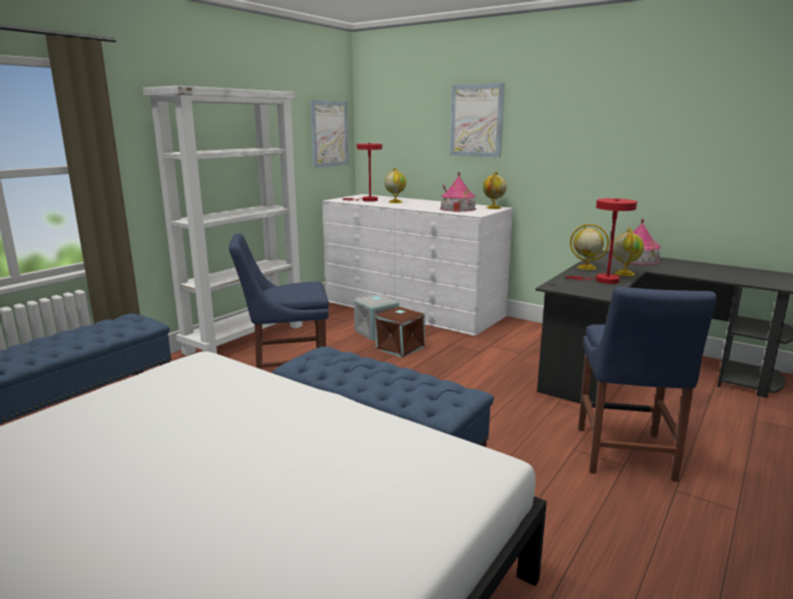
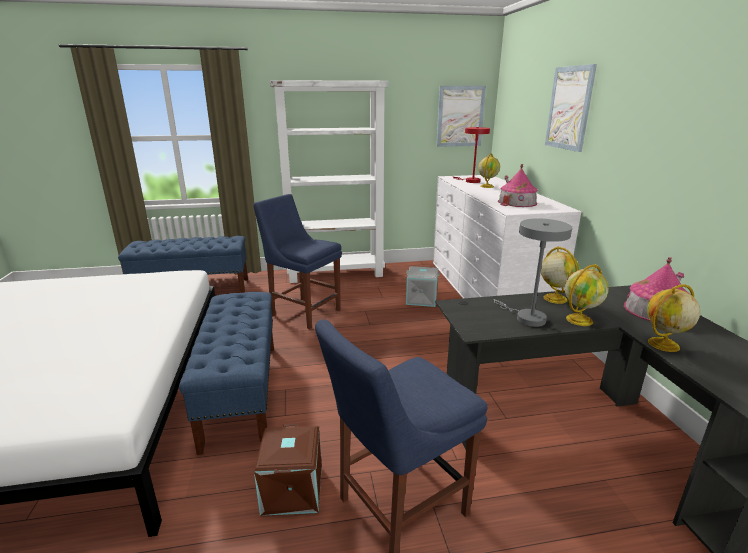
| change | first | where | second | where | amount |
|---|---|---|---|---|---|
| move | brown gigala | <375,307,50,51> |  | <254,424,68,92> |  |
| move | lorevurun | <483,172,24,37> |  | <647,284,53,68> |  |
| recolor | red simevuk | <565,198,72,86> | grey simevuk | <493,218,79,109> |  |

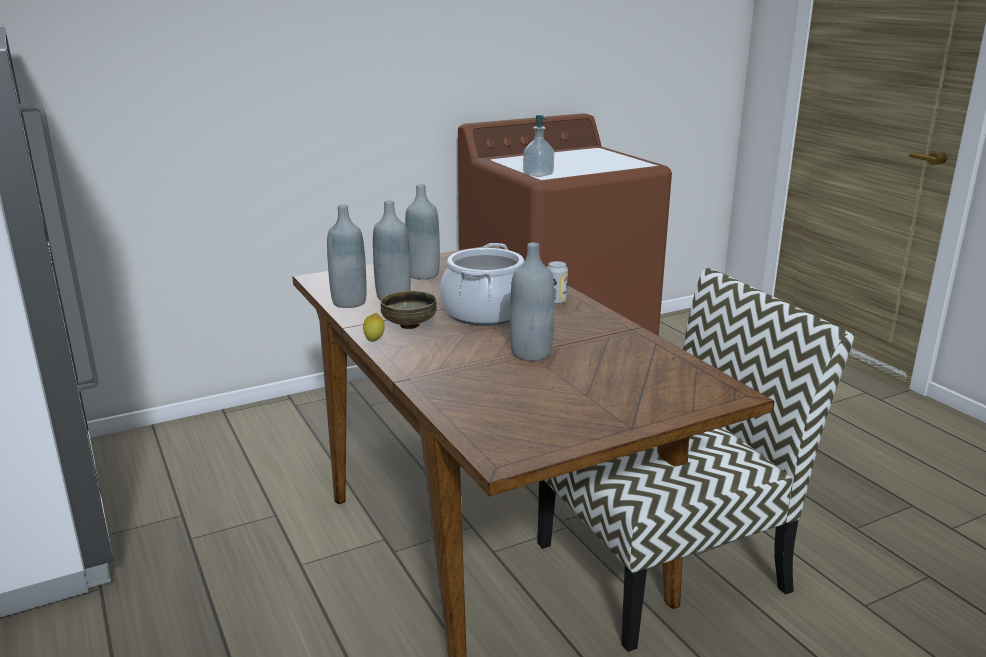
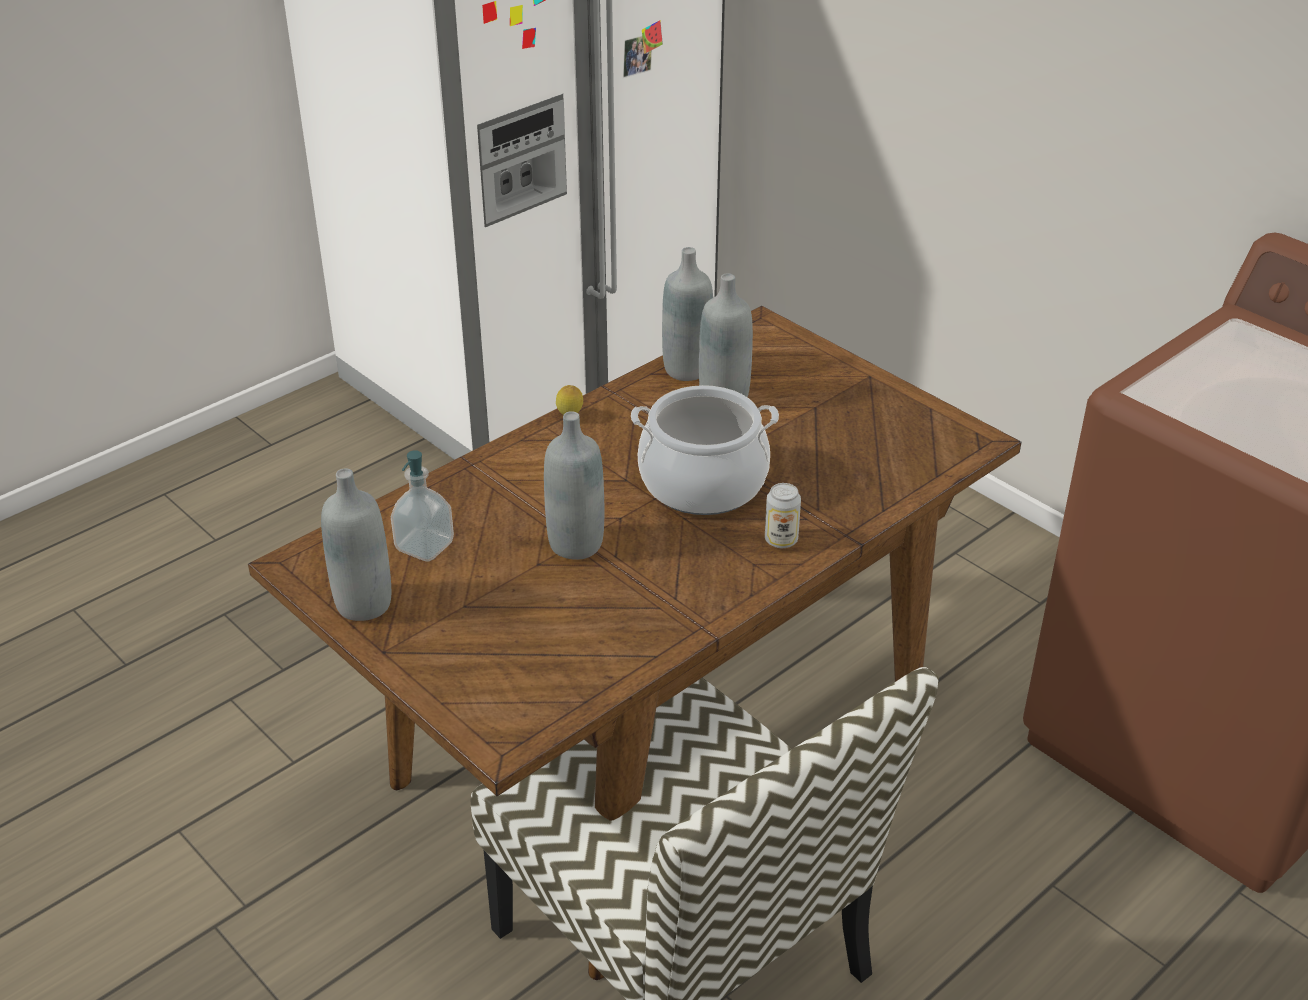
| change | first | where | second | where | amount |
|---|---|---|---|---|---|
| delete | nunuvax | <381,291,56,38> |  |  |  |
| move | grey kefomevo | <405,184,35,96> |  | <321,468,70,153> |  |
| move | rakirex | <523,115,31,62> |  | <391,450,63,112> |  |

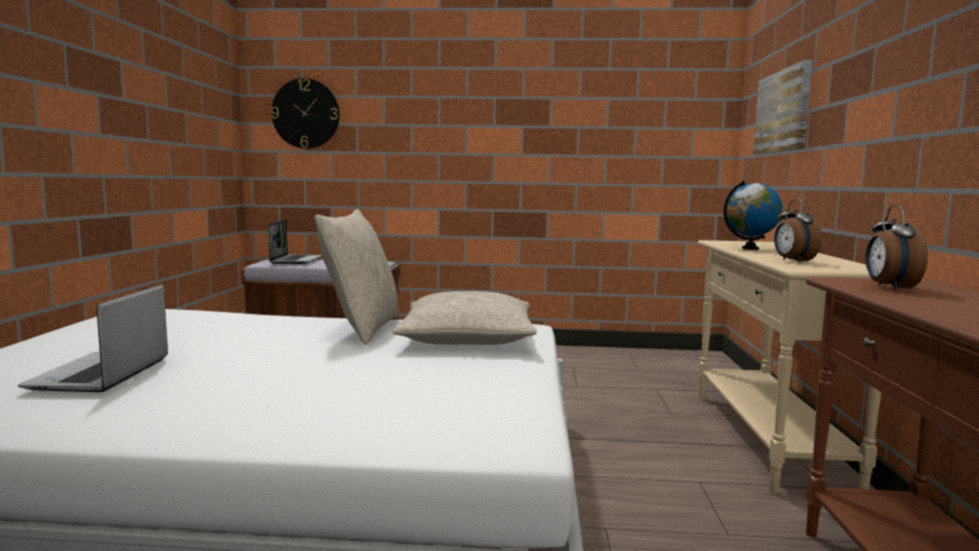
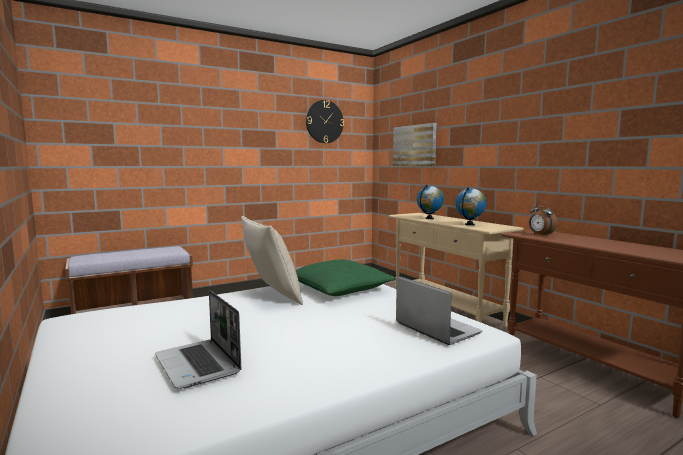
| change | first | where | second | where | amount |
|---|---|---|---|---|---|
| move | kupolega | <268,220,54,44> |  | <396,276,86,69> |  |
| move | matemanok | <271,78,69,71> |  | <306,100,38,43> |  |
| recolor | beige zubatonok | <393,291,144,54> | green zubatonok | <295,259,100,37> |  |
| replace | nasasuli | <774,199,48,64> | lorevurun | <456,187,30,39> |  |

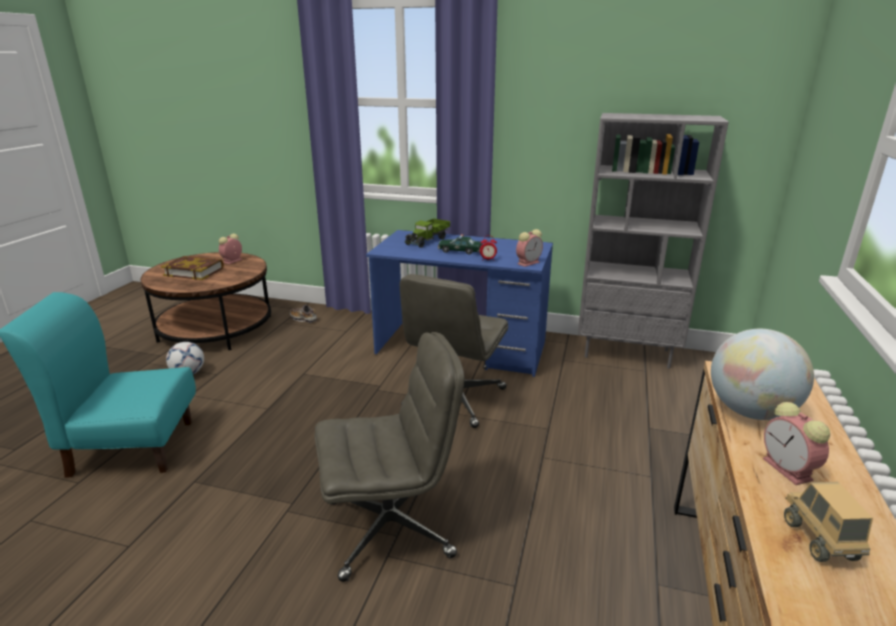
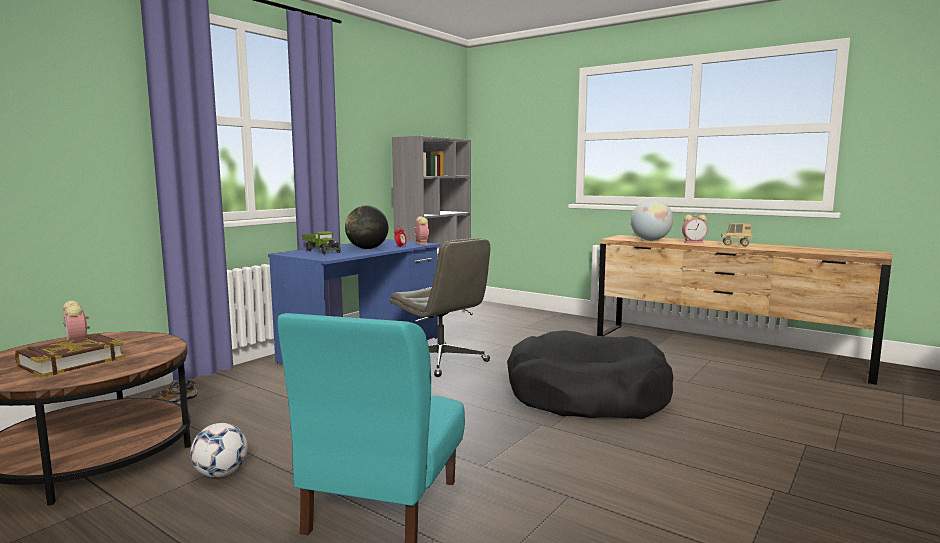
| change | first | where | second | where | amount |
|---|---|---|---|---|---|
| replace | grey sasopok | <315,332,149,250> | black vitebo | <507,330,166,89> |  |
| replace | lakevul | <438,234,44,20> | lorevurun | <345,205,43,44> |  |

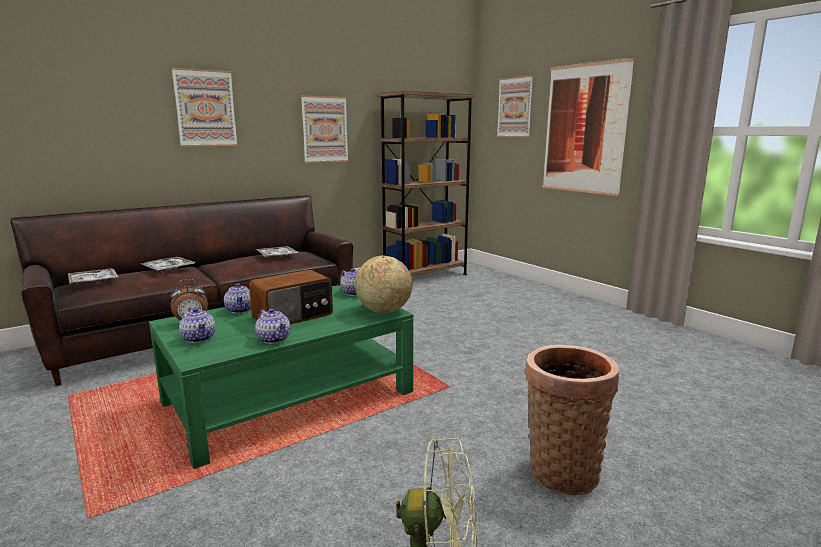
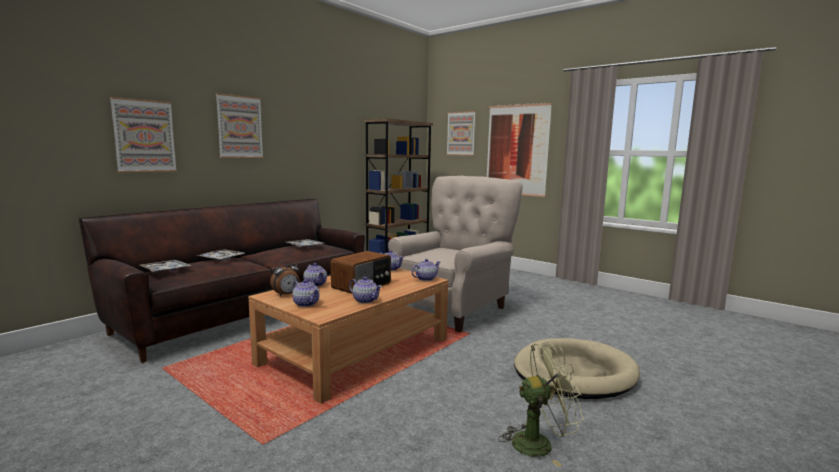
| change | first | where | second | where | amount |
|---|---|---|---|---|---|
| recolor | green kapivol | <149,285,265,184> | brown kapivol | <248,268,200,136> |  |
| move | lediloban | <301,95,48,68> |  | <110,97,67,76> |  |
| replace | lorevurun | <355,256,57,57> | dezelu | <411,259,29,22> |  |
| replace | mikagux | <525,345,94,150> | beige vitebo | <514,338,126,61> |  |
| insert |  |  | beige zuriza | <388,176,135,156> |  |

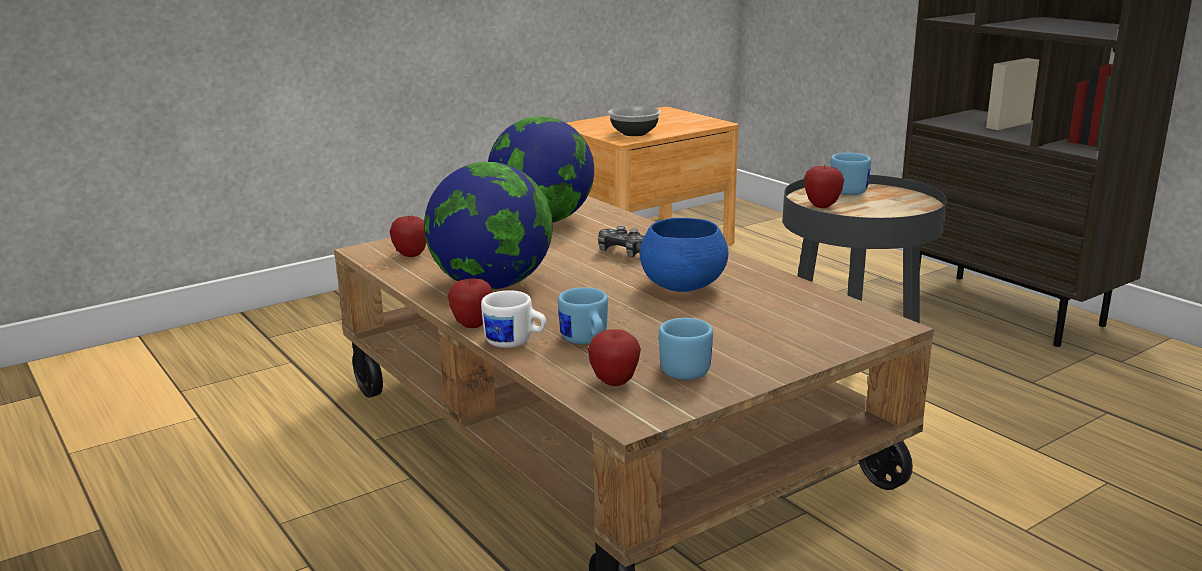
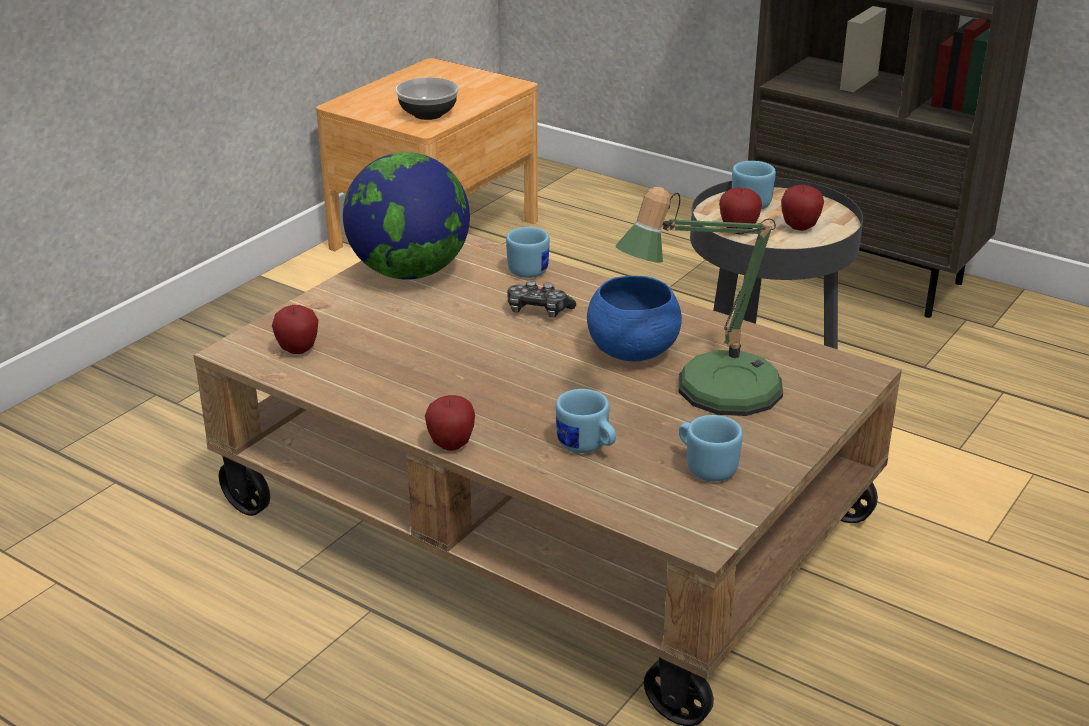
| change | first | where | second | where | amount |
|---|---|---|---|---|---|
| delete | lorevurun | <424,162,129,128> |  |  |  |
| delete | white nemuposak | <481,290,66,58> |  |  |  |
| move | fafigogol | <588,329,53,57> |  | <781,185,43,46> |  |
| insert |  |  | blue nemuposak | <506,227,44,51> |  |
| insert |  |  | simevuk | <616,187,167,229> |  |

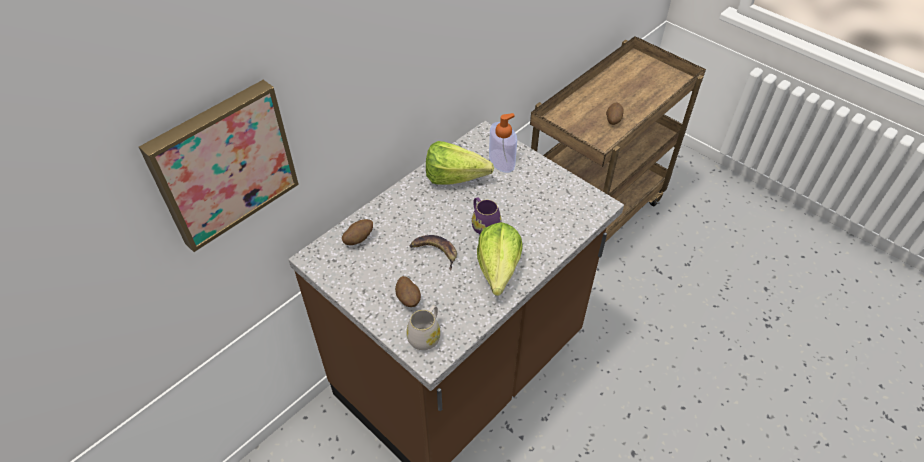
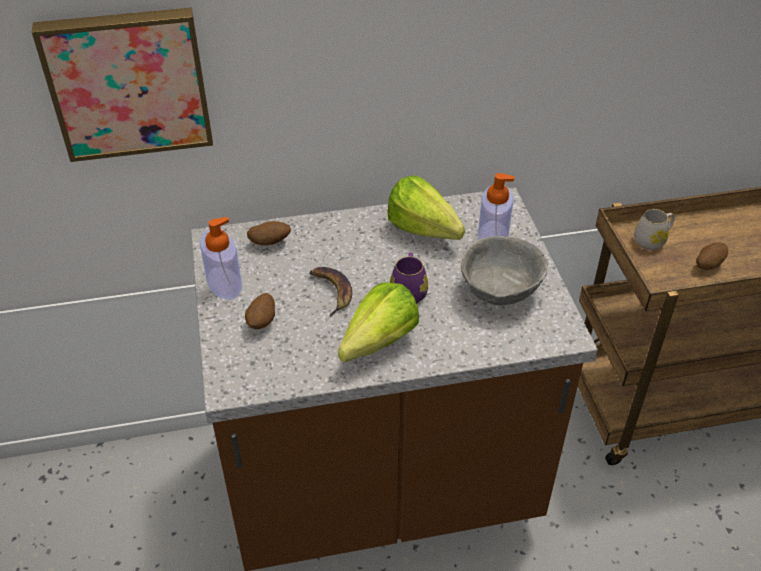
| change | first | where | second | where | amount |
|---|---|---|---|---|---|
| move | white nemuposak | <406,305,35,45> |  | <634,209,41,41> |  |
| insert |  |  | rakirex | <200,217,42,83> |  |
| insert |  |  | grey nunuvax | <461,236,87,70> |  |

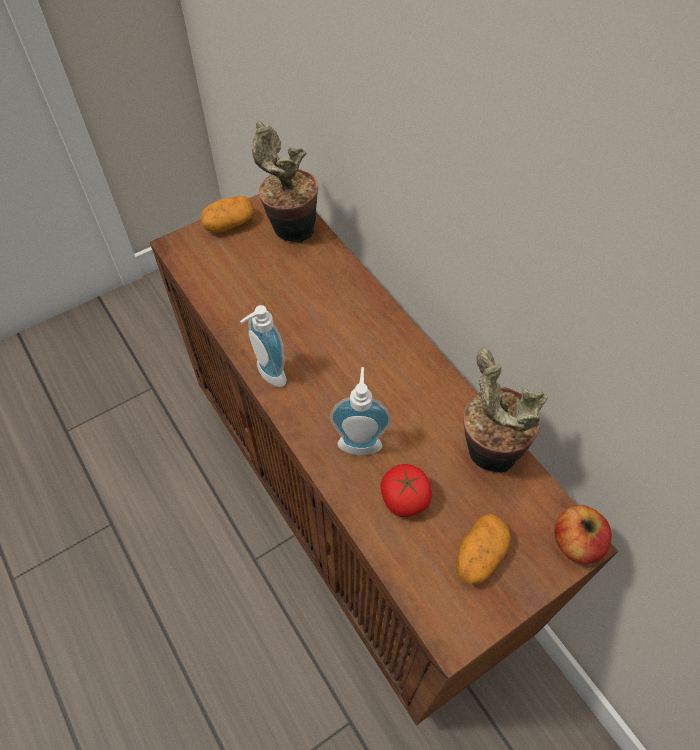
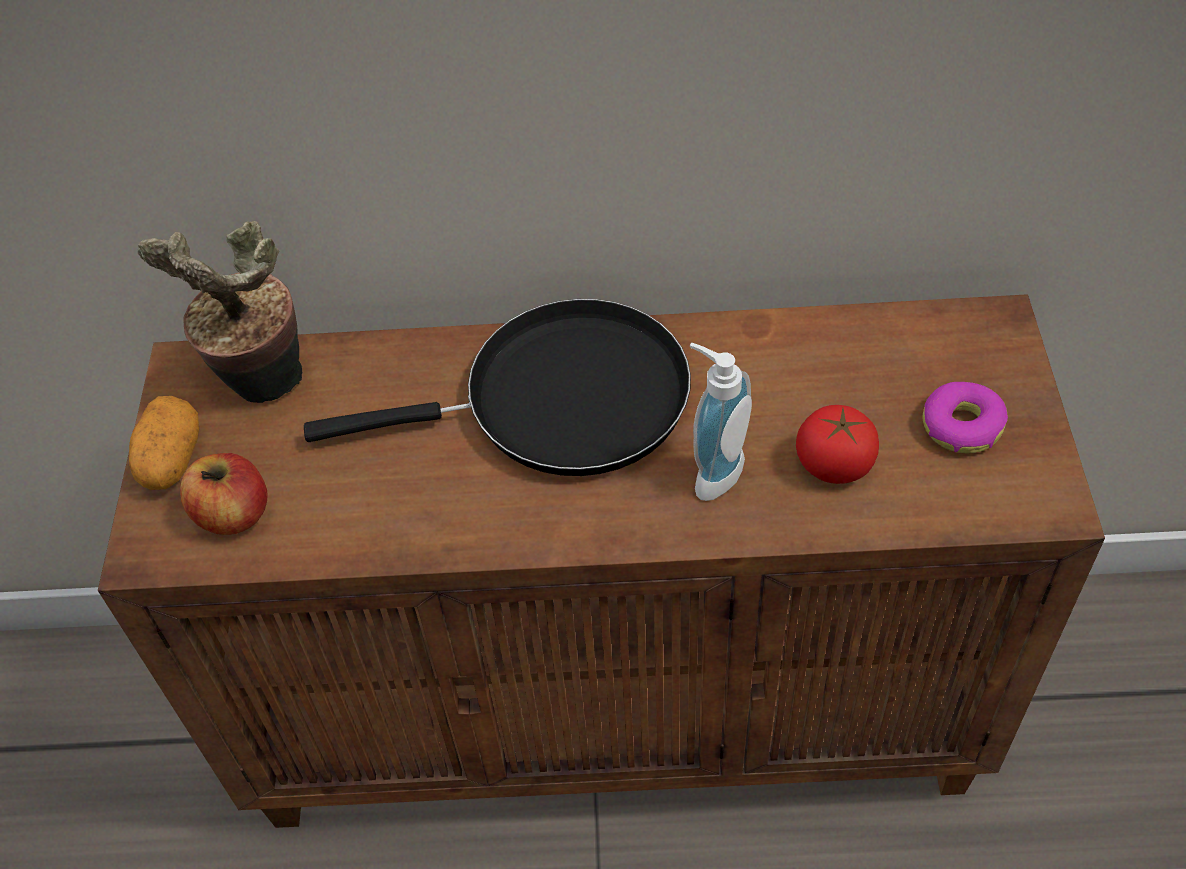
| change | first | where | second | where | amount |
|---|---|---|---|---|---|
| delete | rakirex | <240,305,47,82> |  |  |  |
| replace | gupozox | <456,514,55,71> | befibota | <922,382,86,71> |  |
| delete | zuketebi | <463,347,85,126> |  |  |  |
| move | fafigogol | <554,505,58,59> |  | <180,453,87,82> |  |
| insert |  |  | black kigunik | <304,299,387,177> |  |

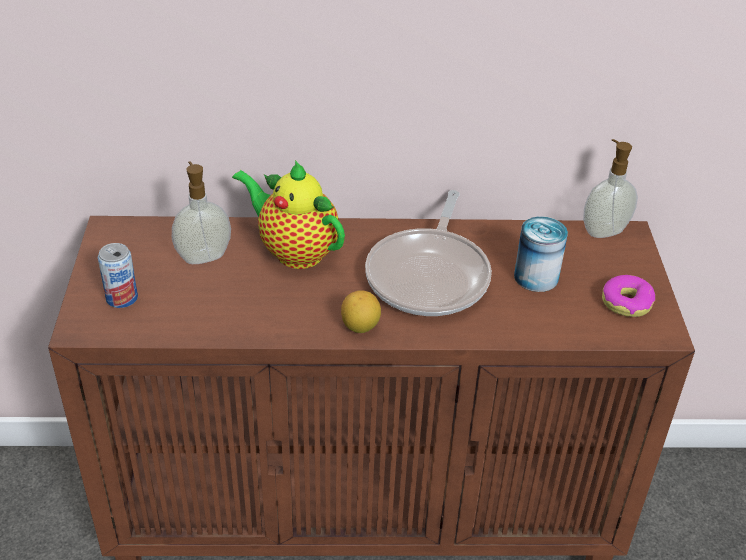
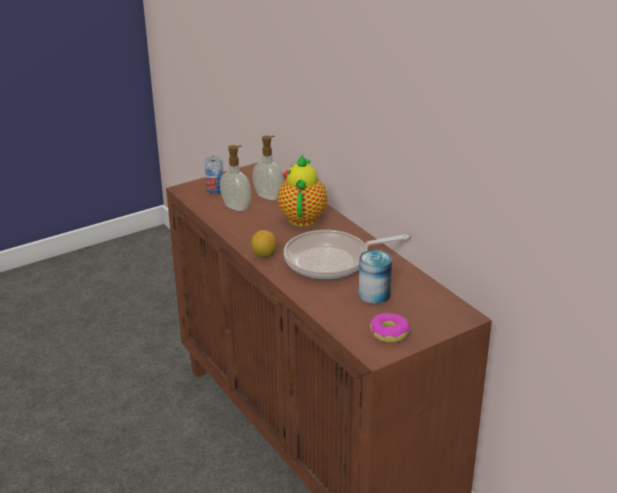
| change | first | where | second | where | amount |
|---|---|---|---|---|---|
| move | rakirex | <583,139,55,99> |  | <220,145,31,66> |  |

